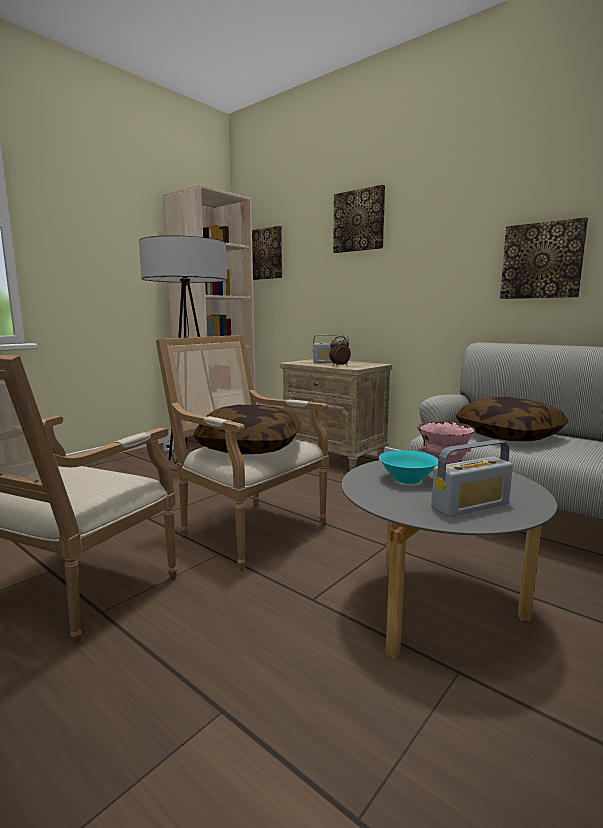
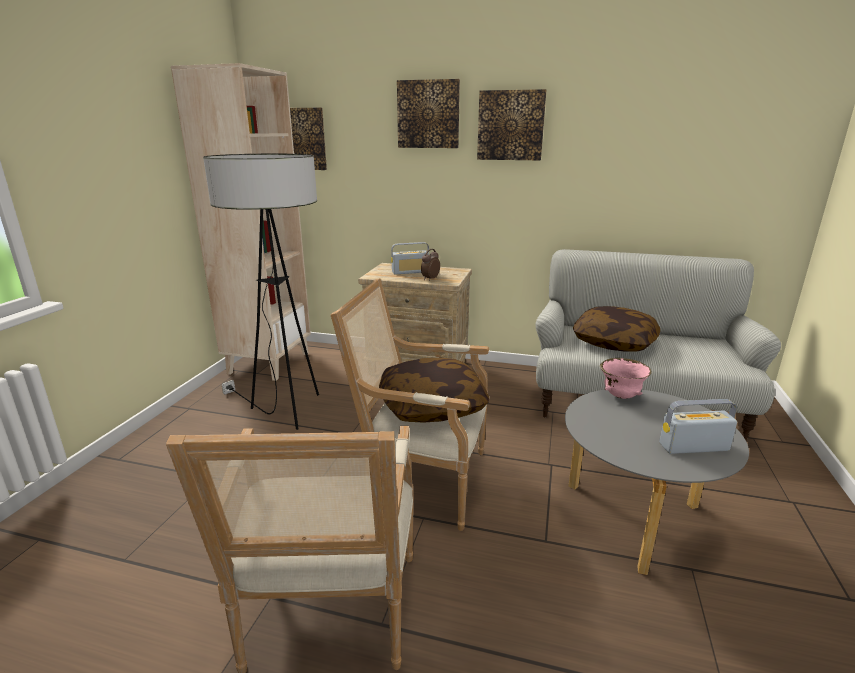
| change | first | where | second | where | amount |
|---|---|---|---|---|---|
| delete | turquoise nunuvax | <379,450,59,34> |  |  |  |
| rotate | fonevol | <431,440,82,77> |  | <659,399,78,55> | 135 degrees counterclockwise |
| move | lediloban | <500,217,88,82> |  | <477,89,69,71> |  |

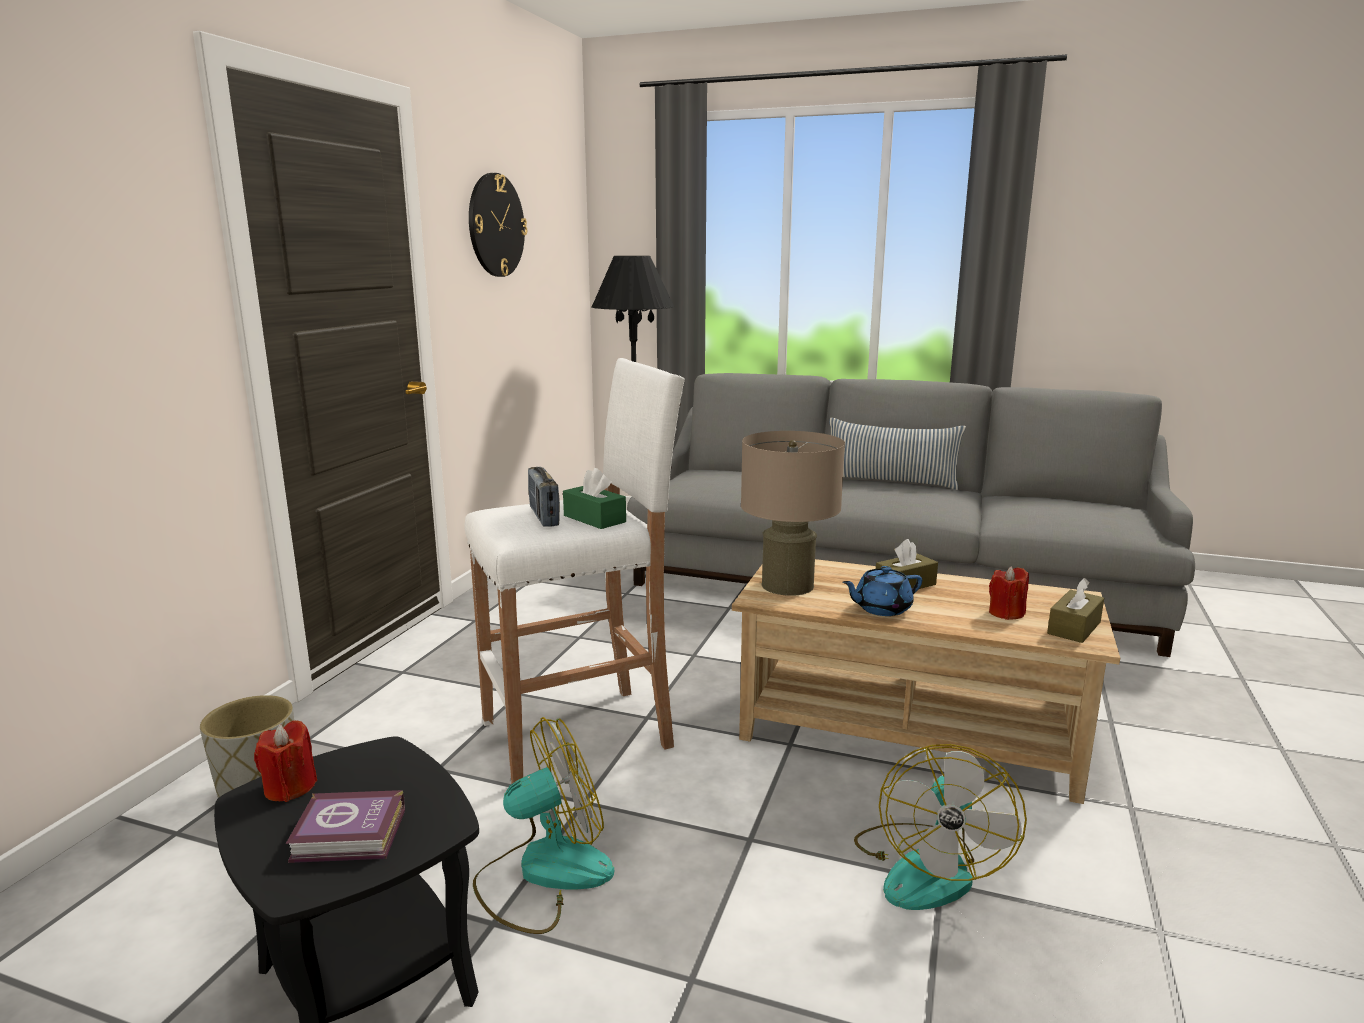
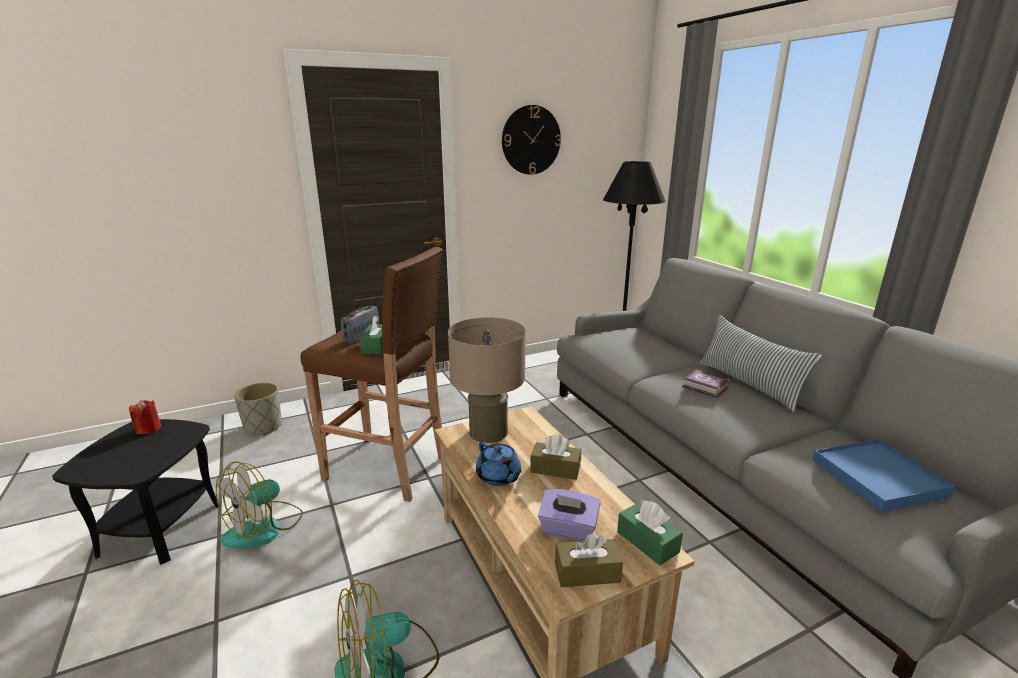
| change | first | where | second | where | amount |
|---|---|---|---|---|---|
| move | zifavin | <286,790,119,73> |  | <682,369,48,29> |  |
| recolor | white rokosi | <464,358,221,426> | brown rokosi | <301,247,142,255> |  |
| rotate | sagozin | <473,717,141,217> |  | <216,461,87,87> | 105 degrees clockwise |
| rotate | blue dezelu | <842,566,80,50> |  | <476,441,46,45> | 150 degrees counterclockwise |
| replace | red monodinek | <989,566,40,54> | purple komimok | <538,489,63,52> |  |
| insert |  |  | green komimok | <617,500,66,66> |  |
| insert |  |  | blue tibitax | <812,439,144,73> |  |

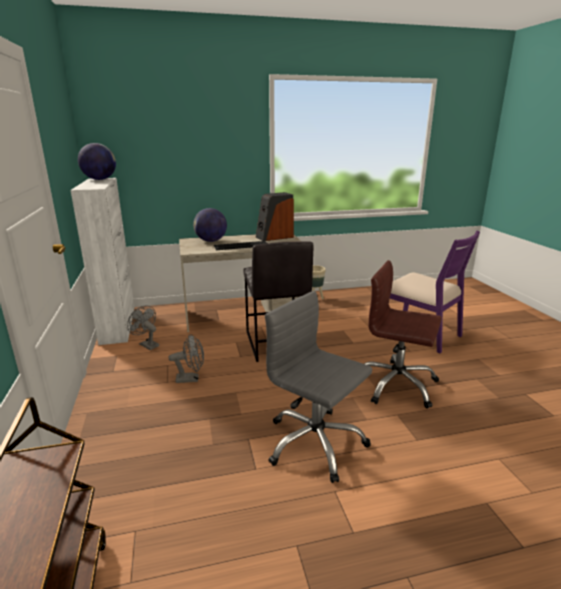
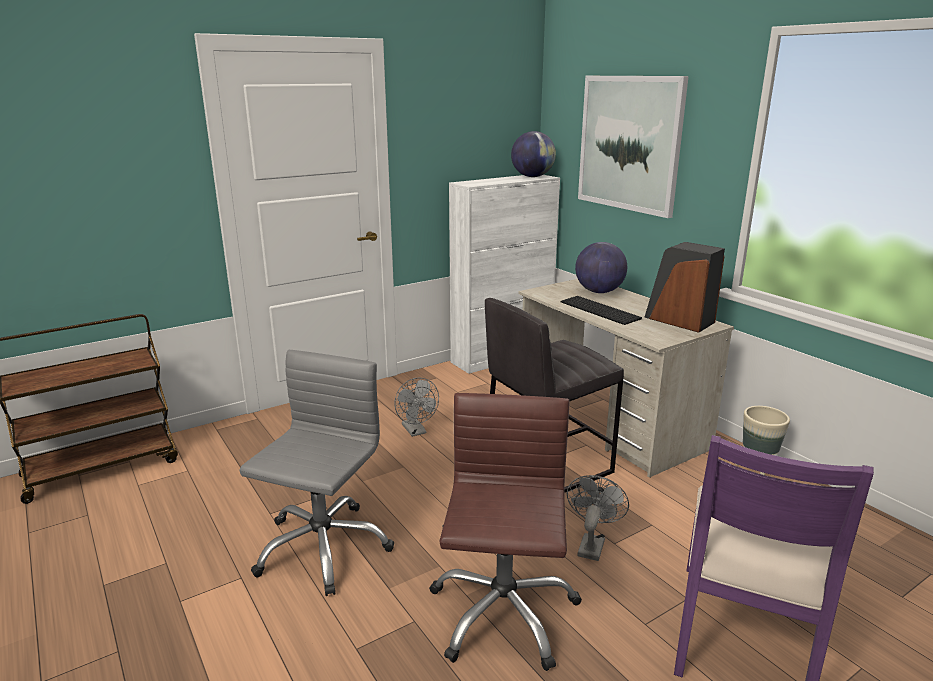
| change | first | where | second | where | amount |
|---|---|---|---|---|---|
| move | grey sagozin | <127,306,32,44> |  | <567,475,62,86> |  |
| insert |  |  | lediloban | <578,76,111,142> |  |

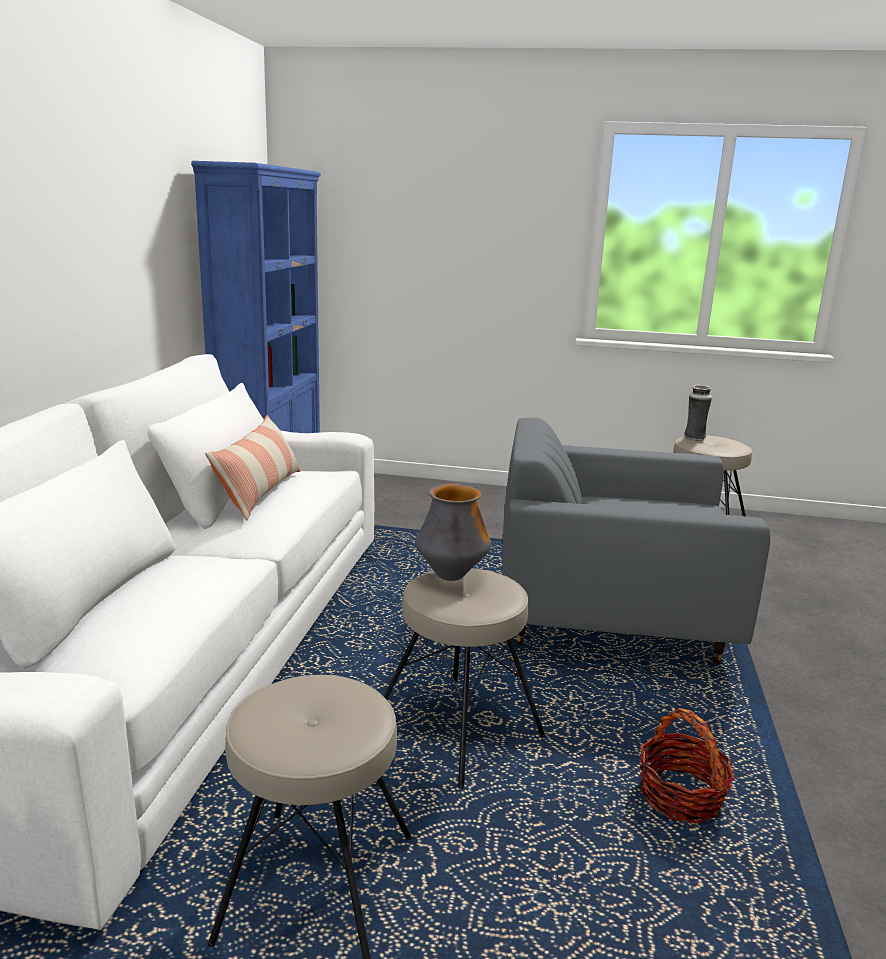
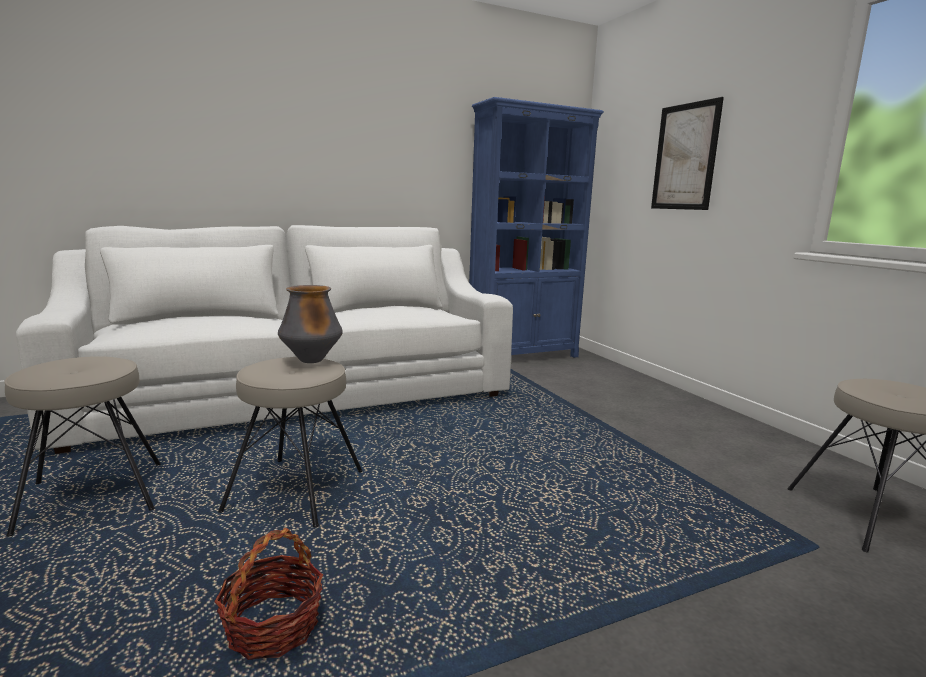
| change | first | where | second | where | amount |
|---|---|---|---|---|---|
| delete | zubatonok | <205,415,96,105> |  |  |  |
| delete | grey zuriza | <502,418,268,246> |  |  |  |
| delete | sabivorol | <684,385,28,56> |  |  |  |
| insert |  |  | lediloban | <651,97,73,113> |  |

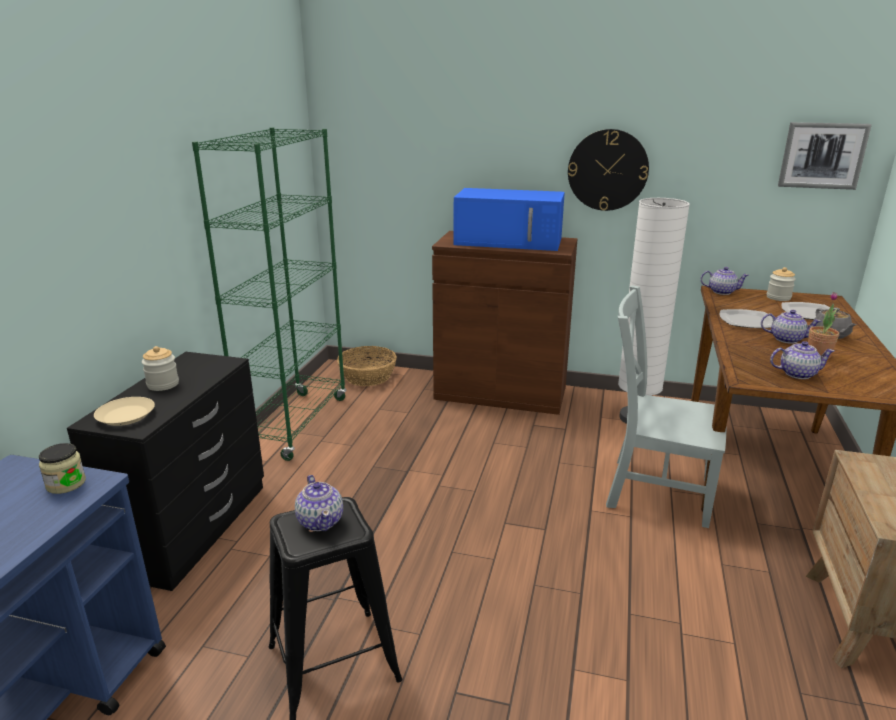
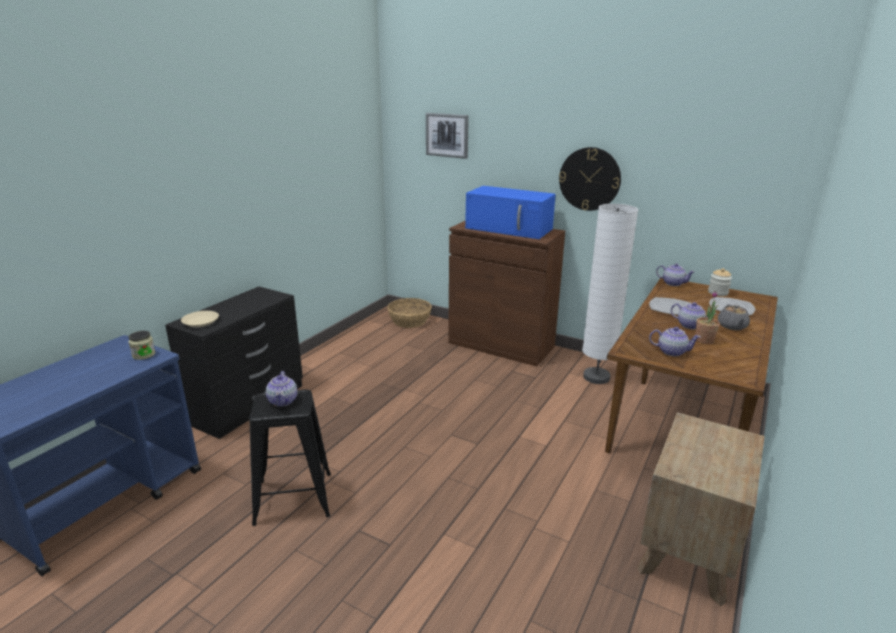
| change | first | where | second | where | amount |
|---|---|---|---|---|---|
| delete | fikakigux | <142,346,37,45> |  |  |  |
| delete | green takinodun | <192,127,155,334> |  |  |  |
| delete | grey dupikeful | <606,285,120,243> |  |  |  |
| move | lediloban | <778,122,94,68> |  | <426,113,43,46> |  |

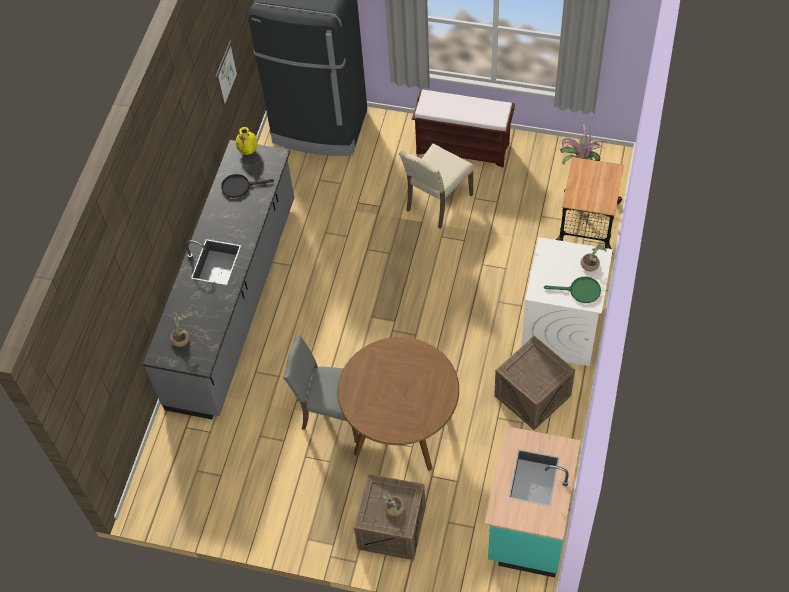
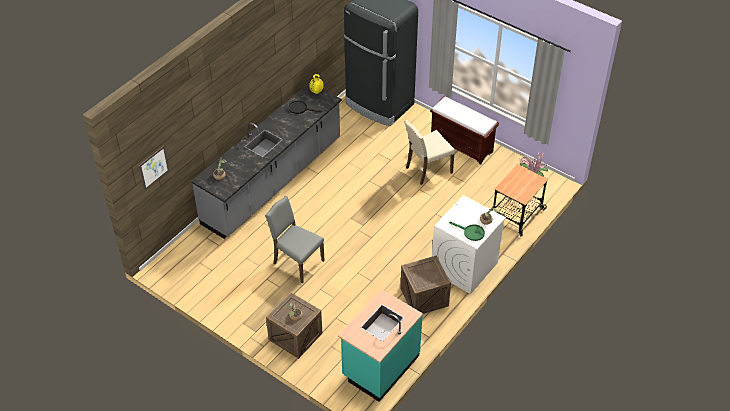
| change | first | where | second | where | amount |
|---|---|---|---|---|---|
| move | lediloban | <216,40,22,69> |  | <139,146,30,44> |  |
| delete | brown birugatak | <337,337,122,134> |  |  |  |

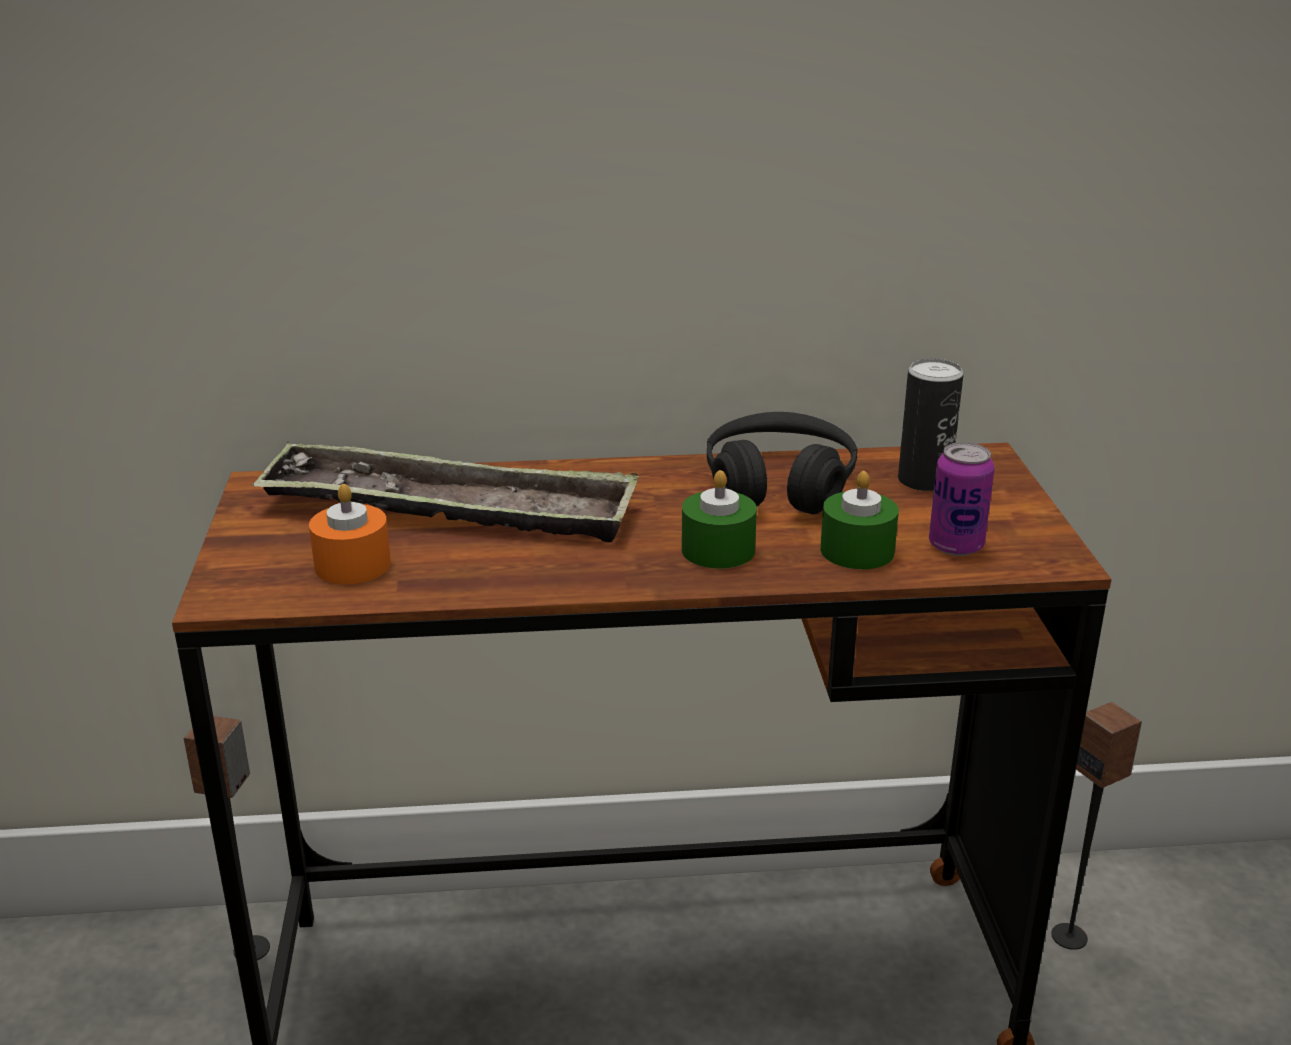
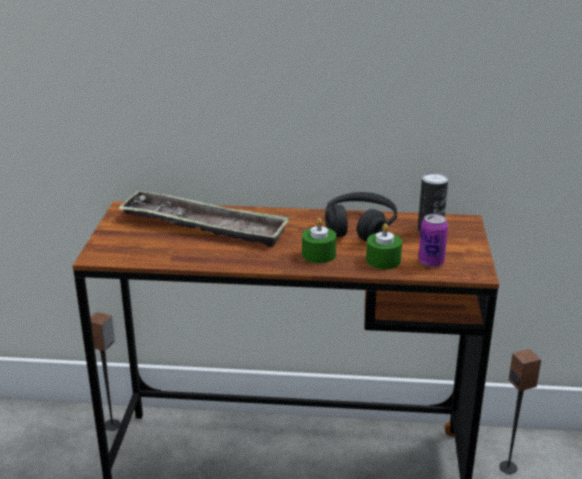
| change | first | where | second | where | amount |
|---|---|---|---|---|---|
| delete | orange monodinek | <309,484,82,100> |  |  |  |

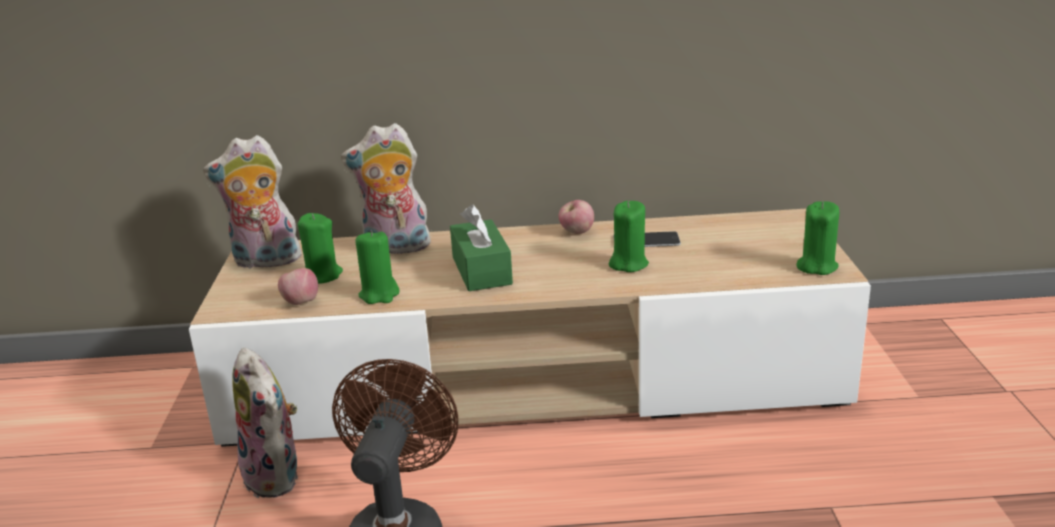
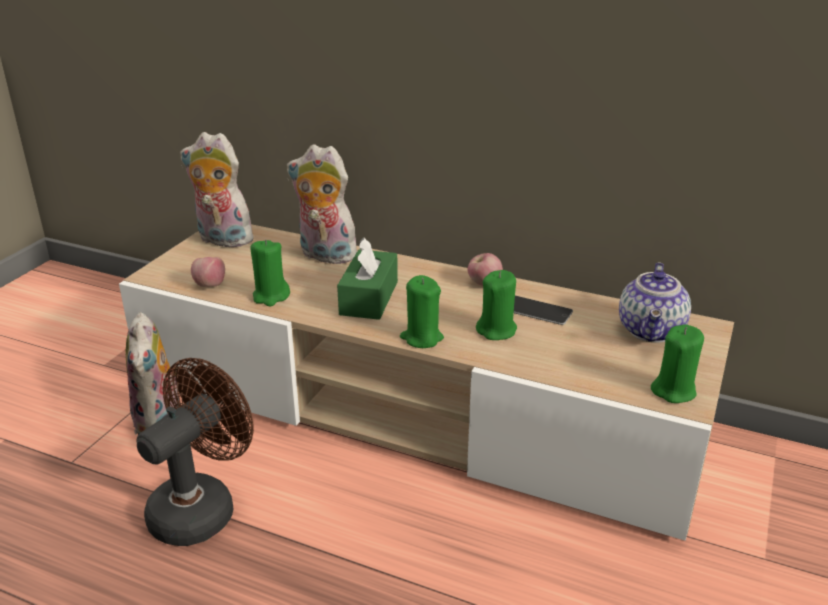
| change | first | where | second | where | amount |
|---|---|---|---|---|---|
| move | green monodinek | <298,213,45,71> |  | <400,275,44,73> |  |
| insert |  |  | dezelu | <619,262,72,81> |  |

